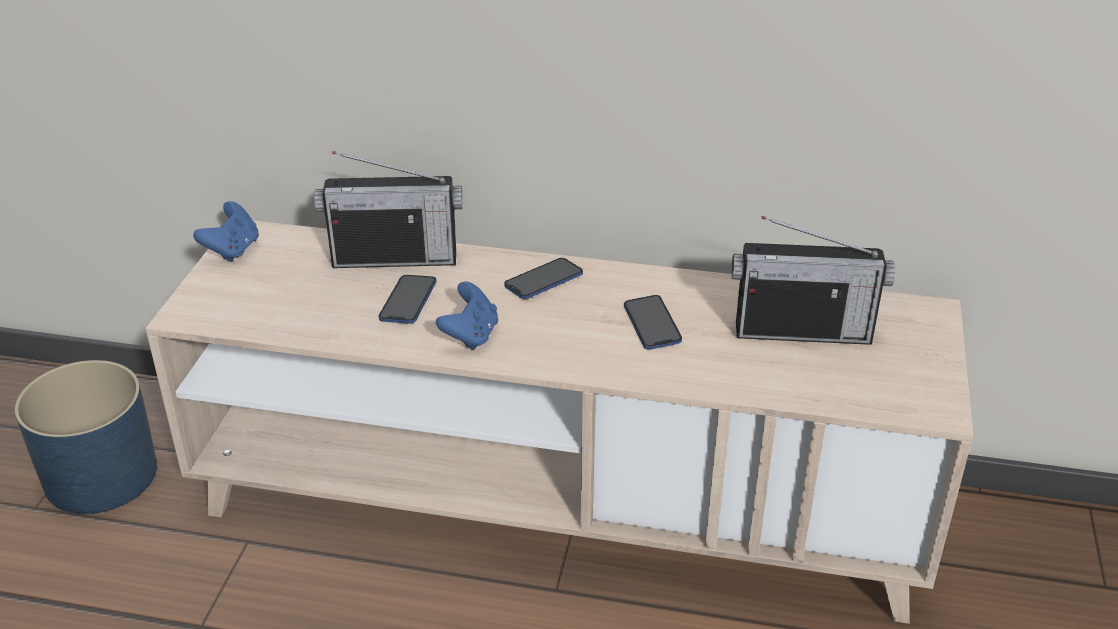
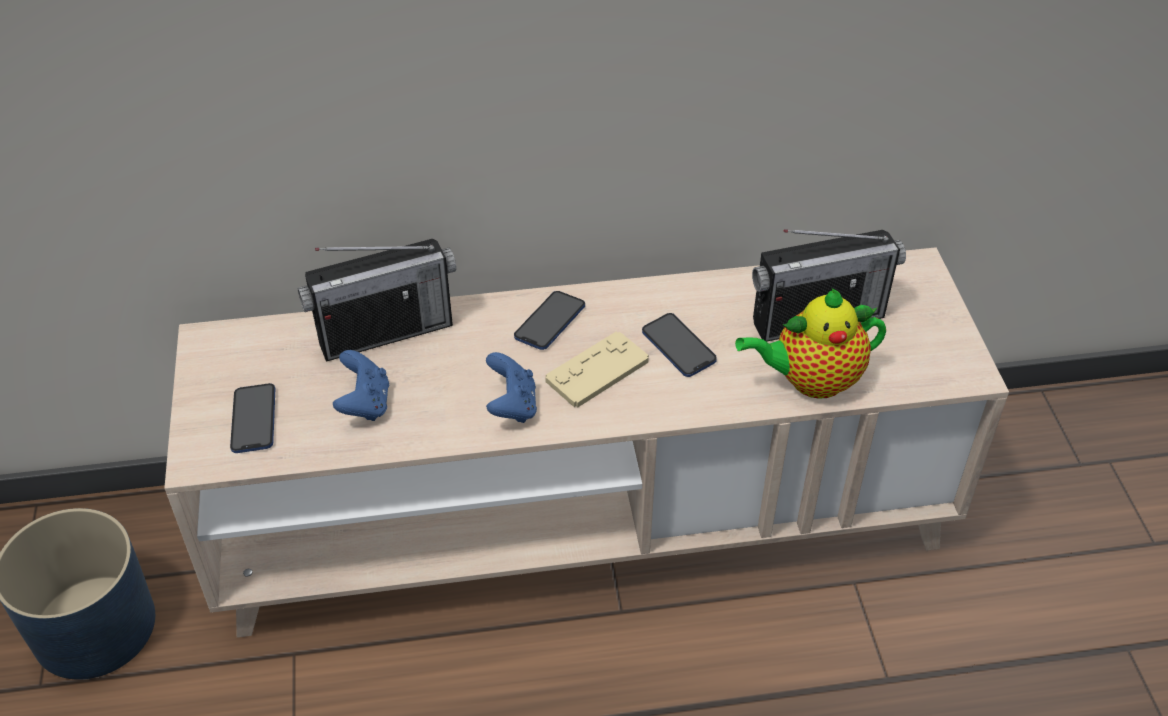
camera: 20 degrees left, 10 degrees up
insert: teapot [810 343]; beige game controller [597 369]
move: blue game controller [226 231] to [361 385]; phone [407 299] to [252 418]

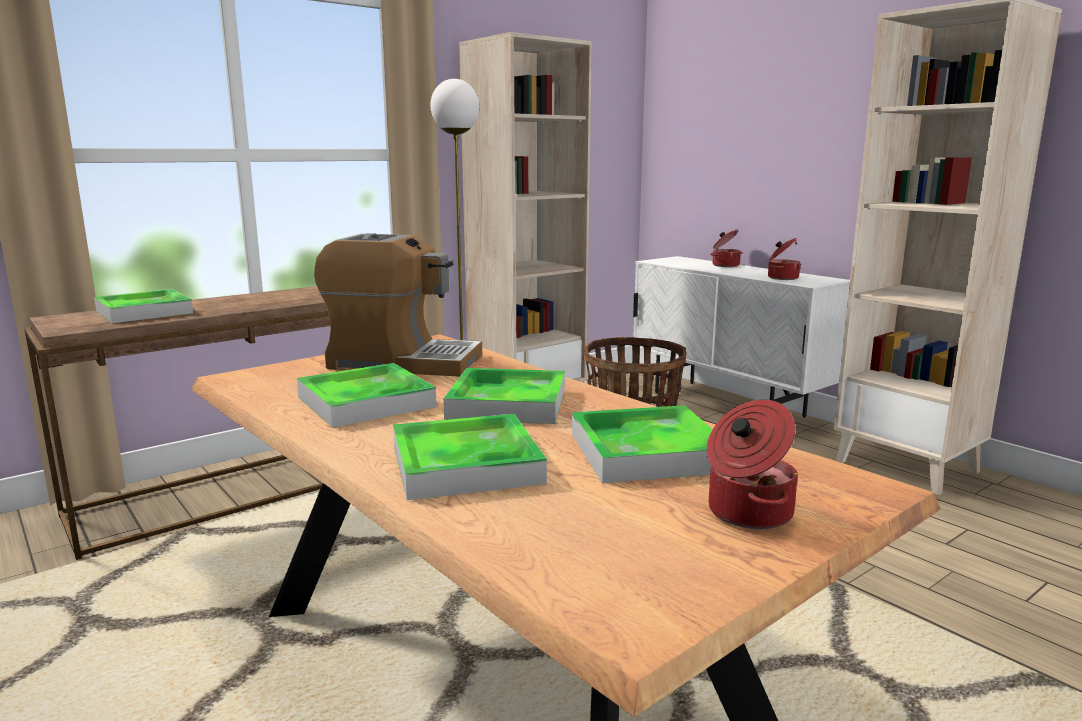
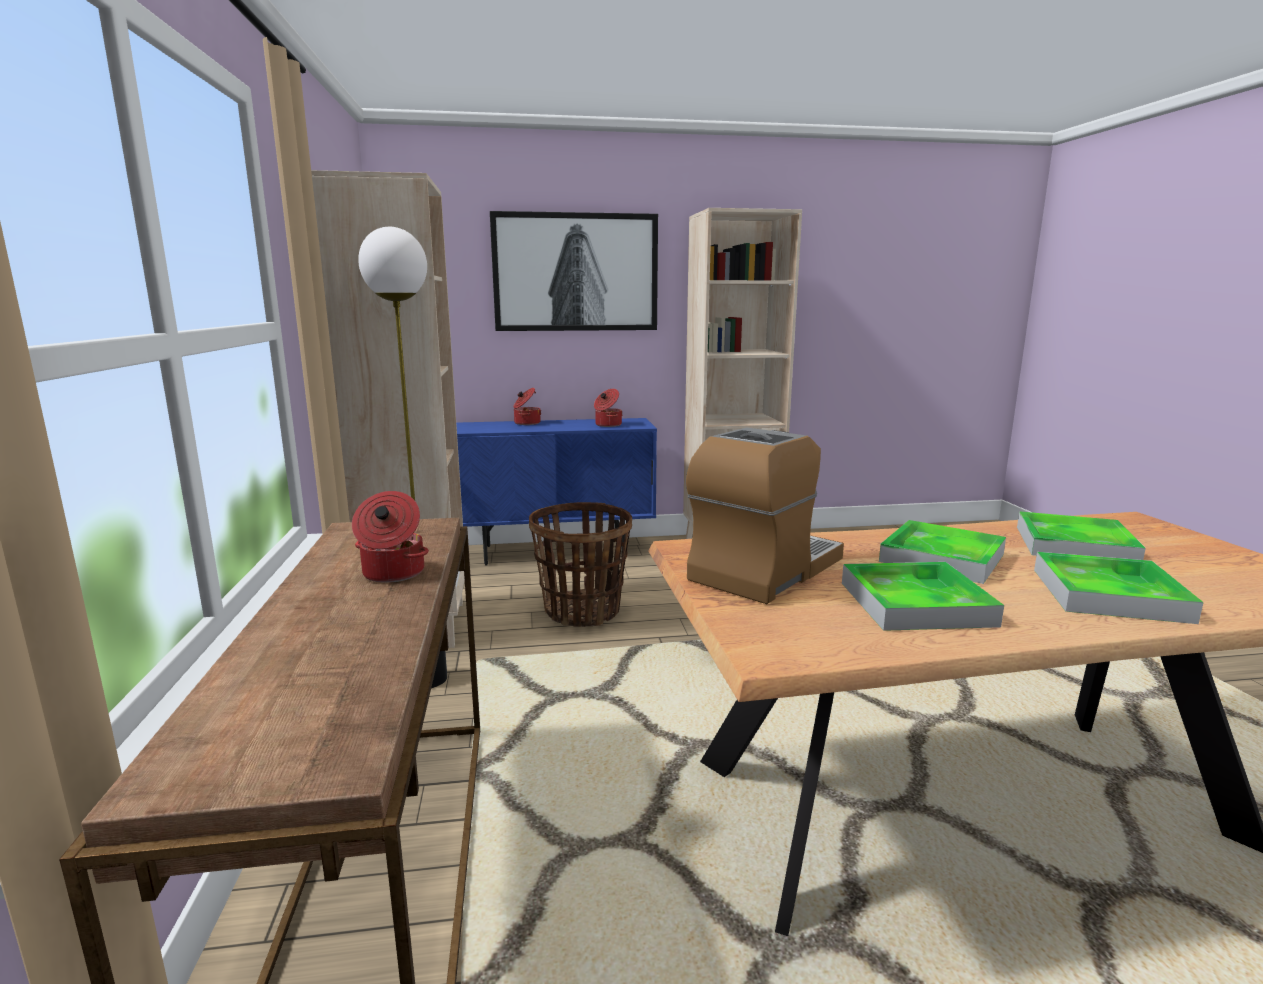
camera: 60 degrees left, 0 degrees up
delete: tray [143 306]
insert: picture [574 271]
move: cooking pot [752 464] to [390 537]
recolor: white cabinet [741 337] to blue cabinet [556 492]

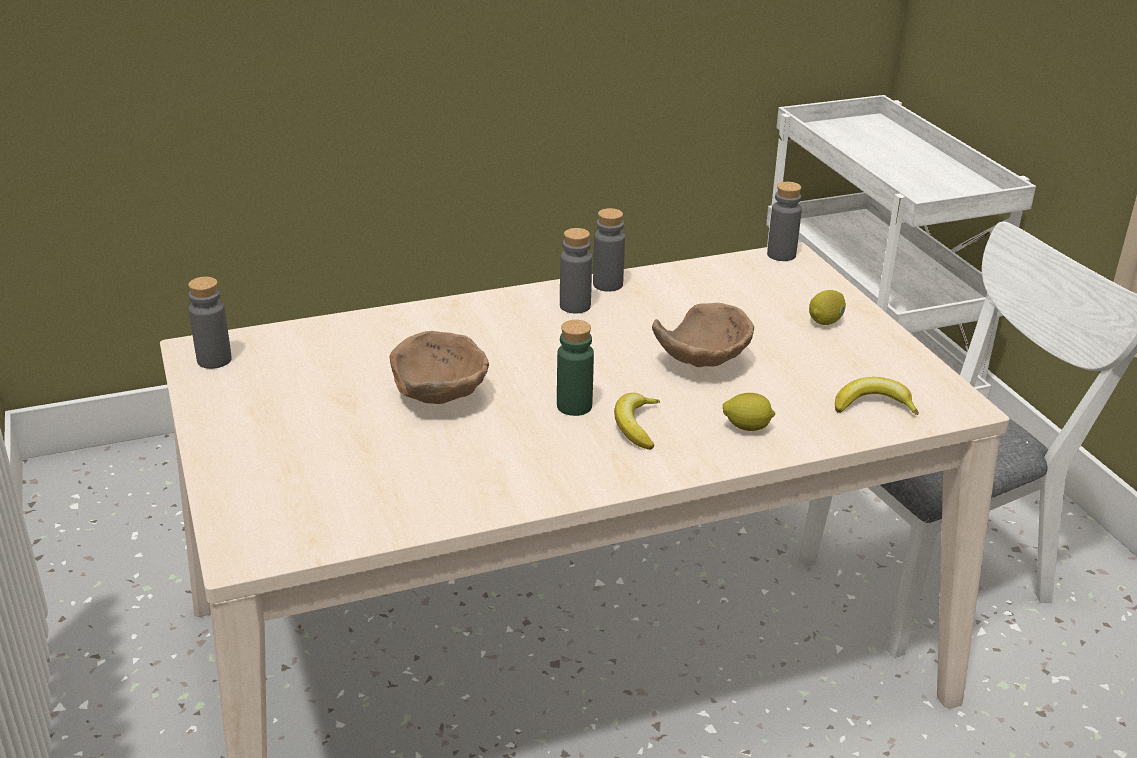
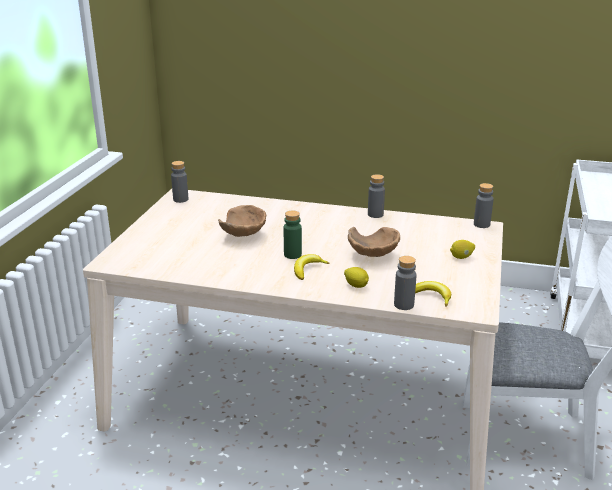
camera: 35 degrees right, 5 degrees down
move: grey bottle [576 271] to [405 283]

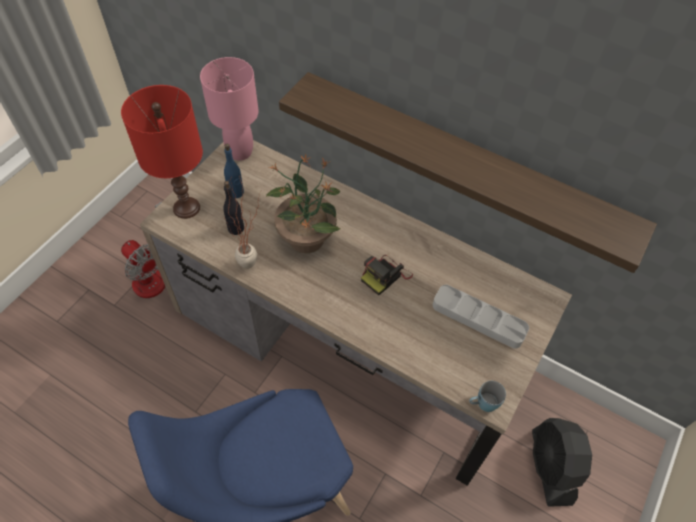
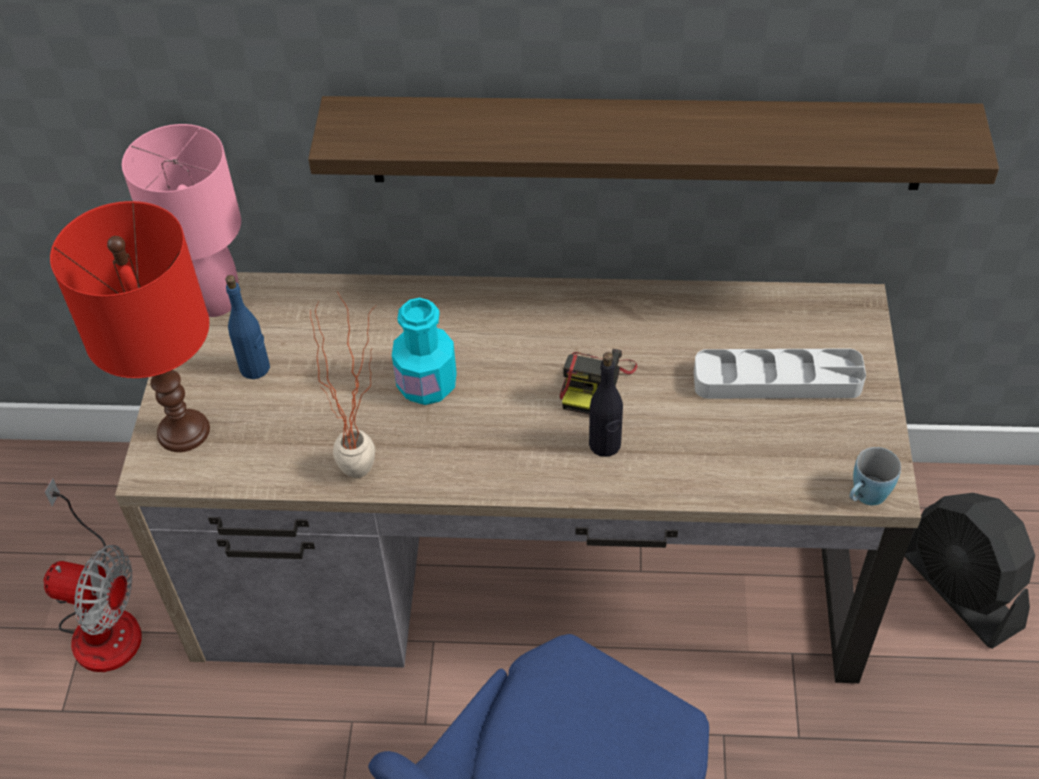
camera: 25 degrees left, 5 degrees down
move: black bottle [233 208] to [606 404]
replace: potted plant [303 203] to turquoise bottle [424 351]

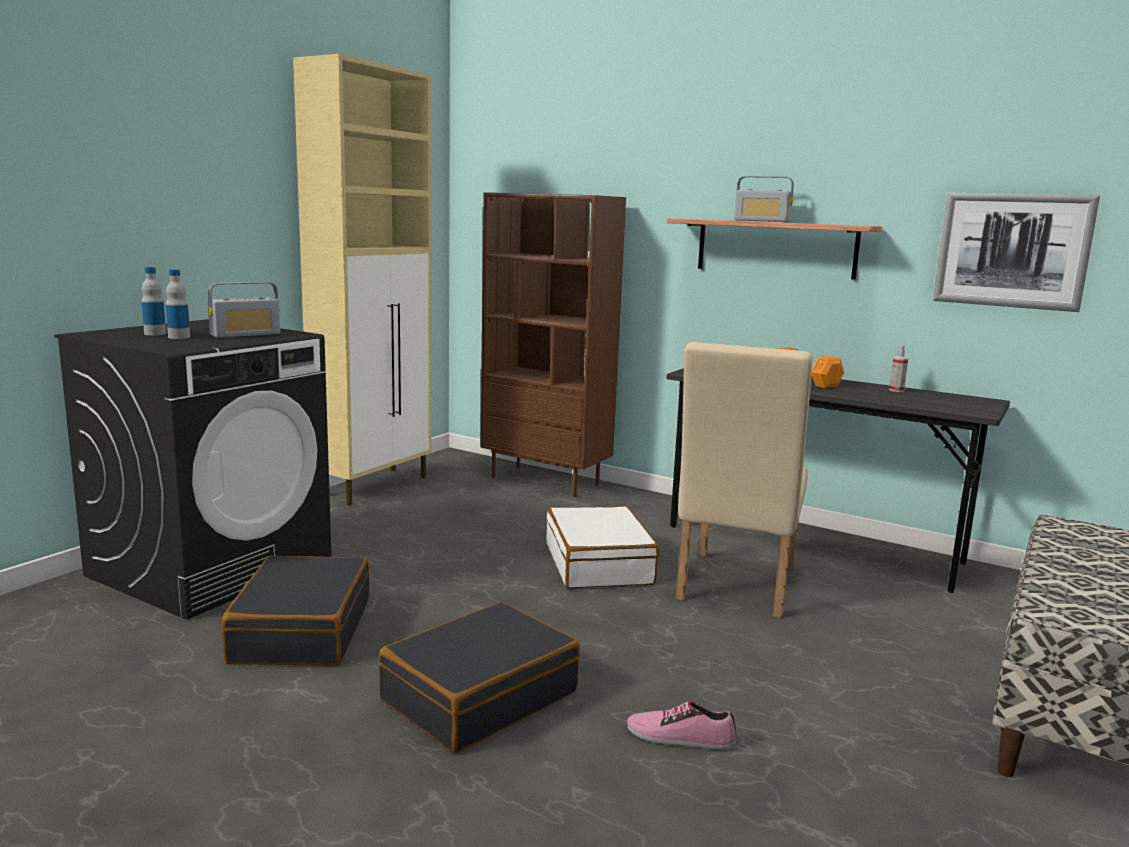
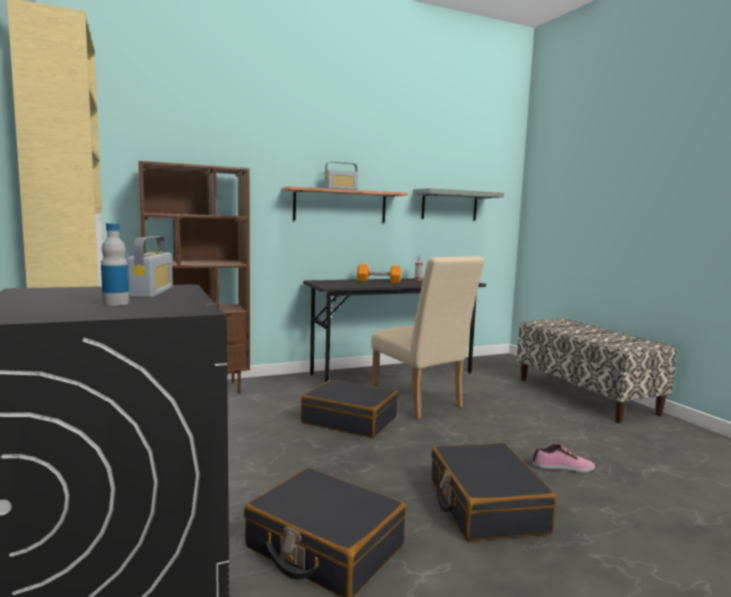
camera: 55 degrees left, 5 degrees down
delete: bottle [154 301]
replace: picture [1016 252] to grey shelf [458 204]
recolor: white suitcase [603 547] to black suitcase [349 409]
rotate: shoe [681 725] = [564 458] 135 degrees counterclockwise

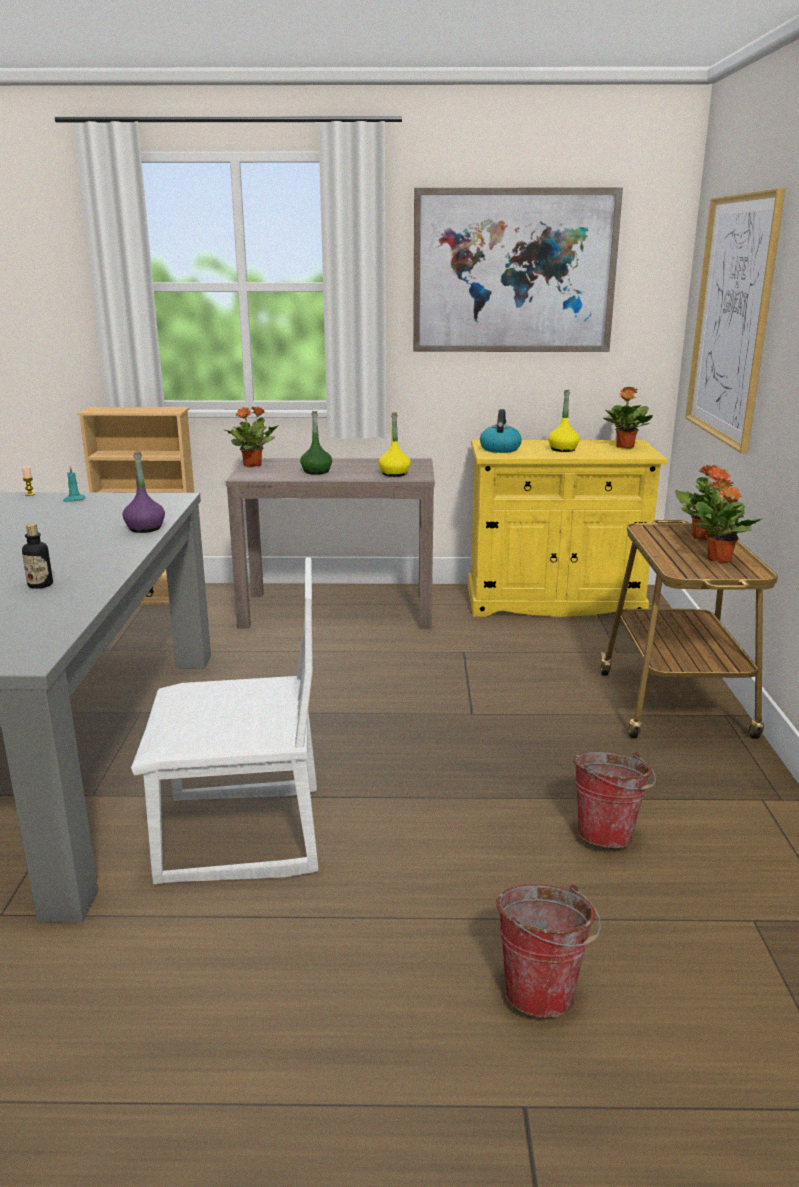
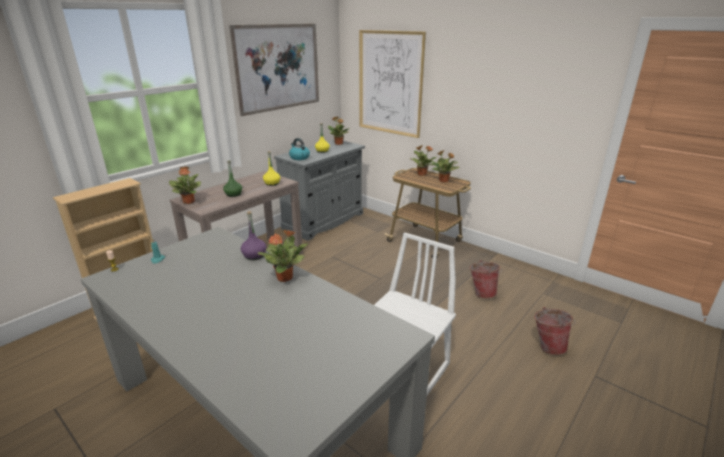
camera: 50 degrees left, 5 degrees up
delete: bottle [37 556]
insert: potted plant [283 255]
recolor: yellow cabinet [567 528] to grey cabinet [319 190]

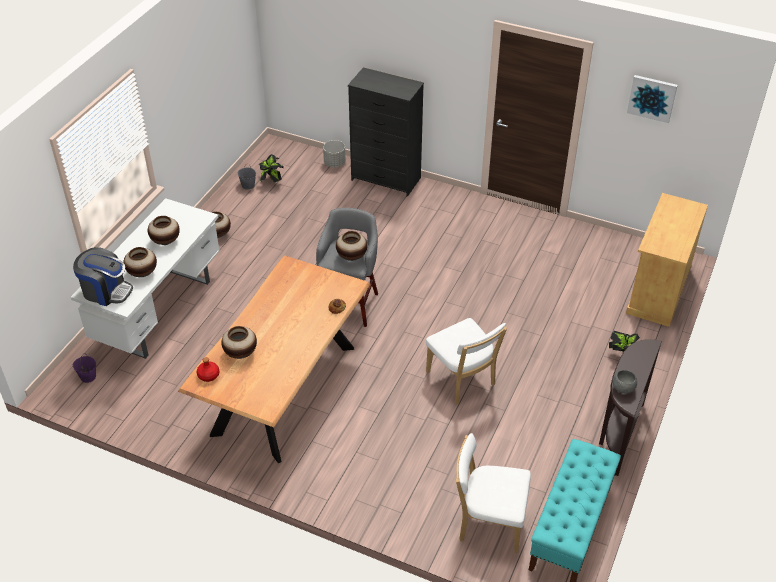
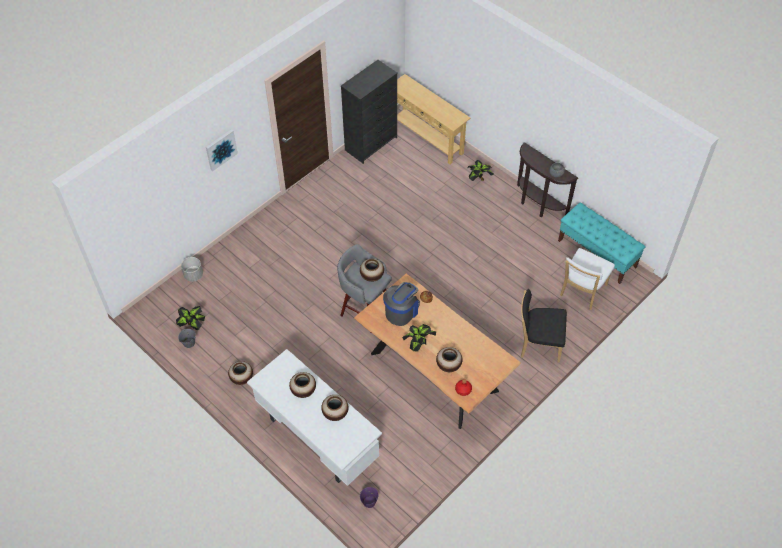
camera: 70 degrees left, 10 degrees up
delete: white chair [466 361]
insert: black chair [544 326]; potted plant [419 338]
move: black dresser [386 132] to [369 112]; picture [652 99] to [222 150]; coffee machine [103 276] to [401 304]
replace: beige cabinet [667 260] to beige console table [434 119]

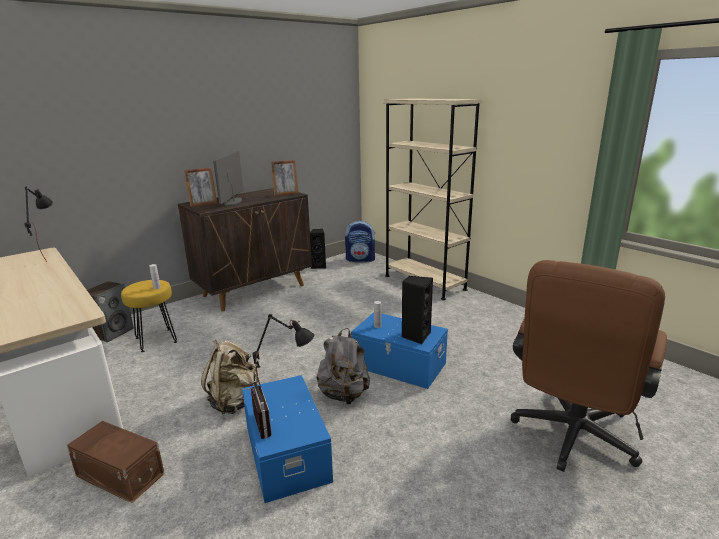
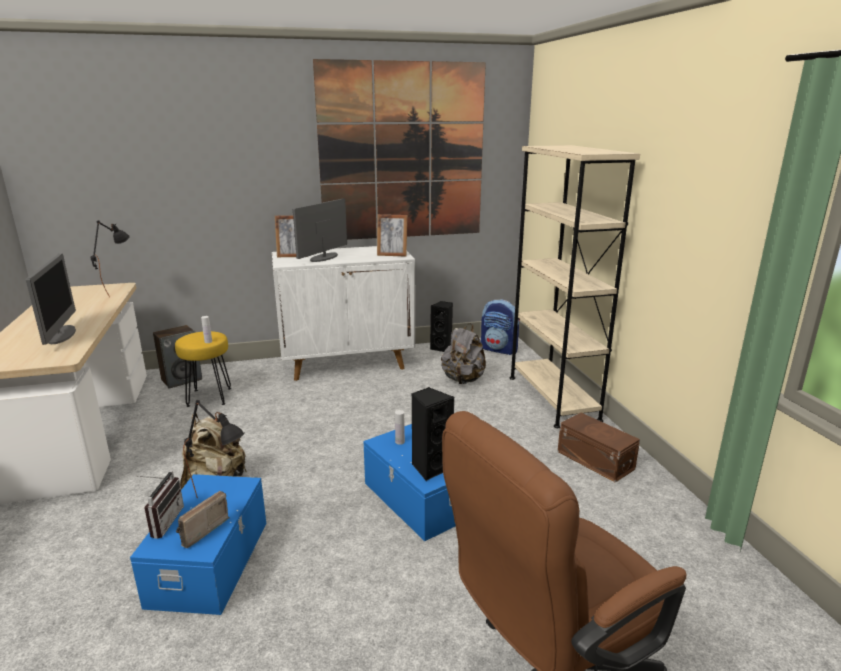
camera: 25 degrees right, 0 degrees up
insert: picture [399 149]; monitor [51 299]; radio [203 519]
move: grey backpack [343 366] to [463 353]; brown storage box [116 462] to [598 448]
recolor: brown cabinet [245 249] to white cabinet [343 313]

